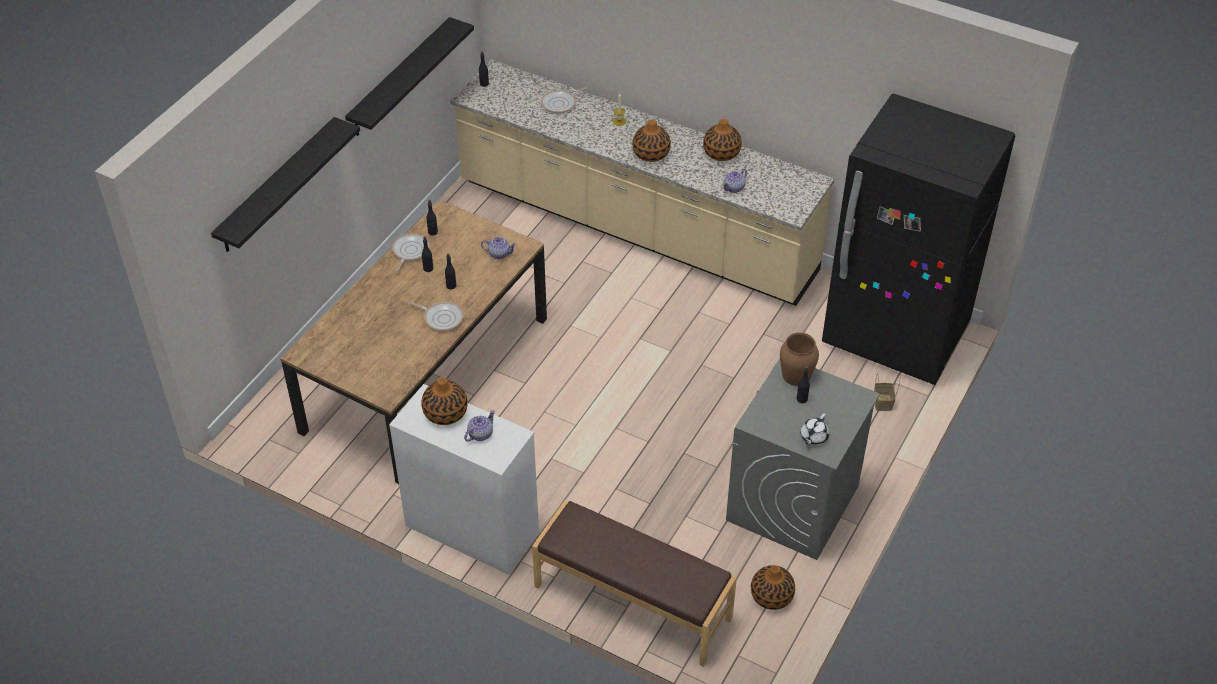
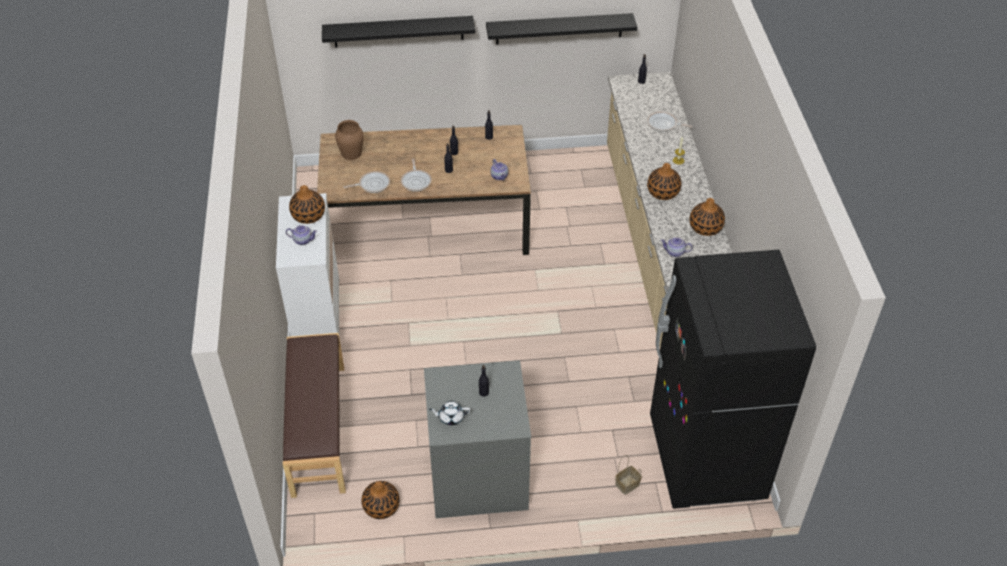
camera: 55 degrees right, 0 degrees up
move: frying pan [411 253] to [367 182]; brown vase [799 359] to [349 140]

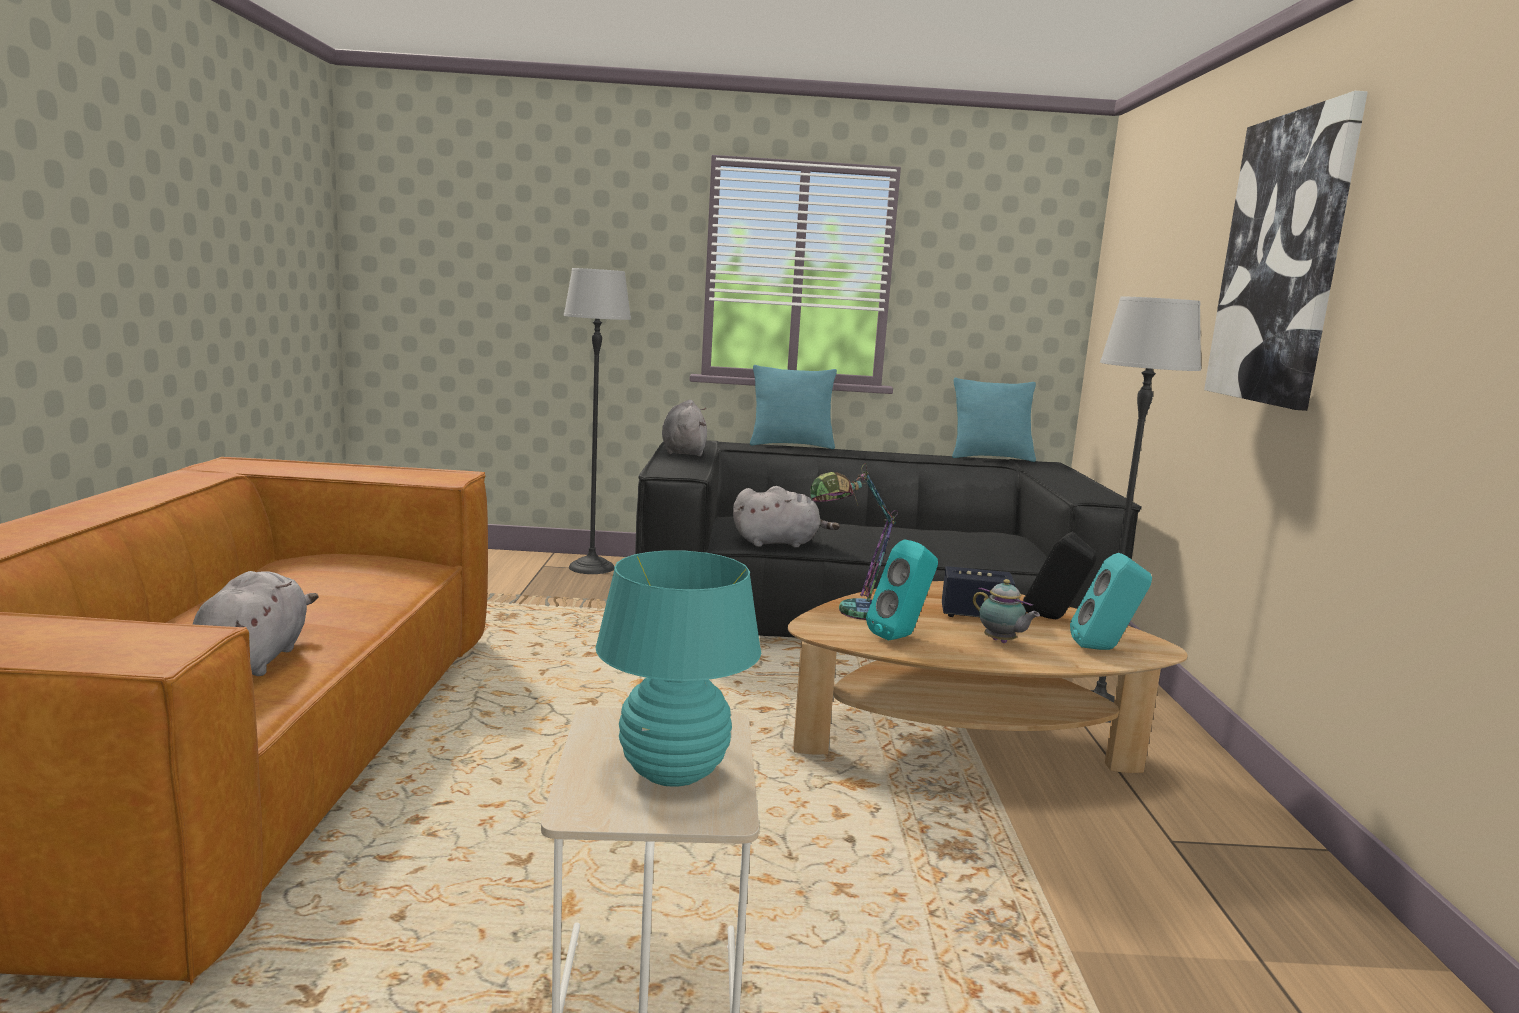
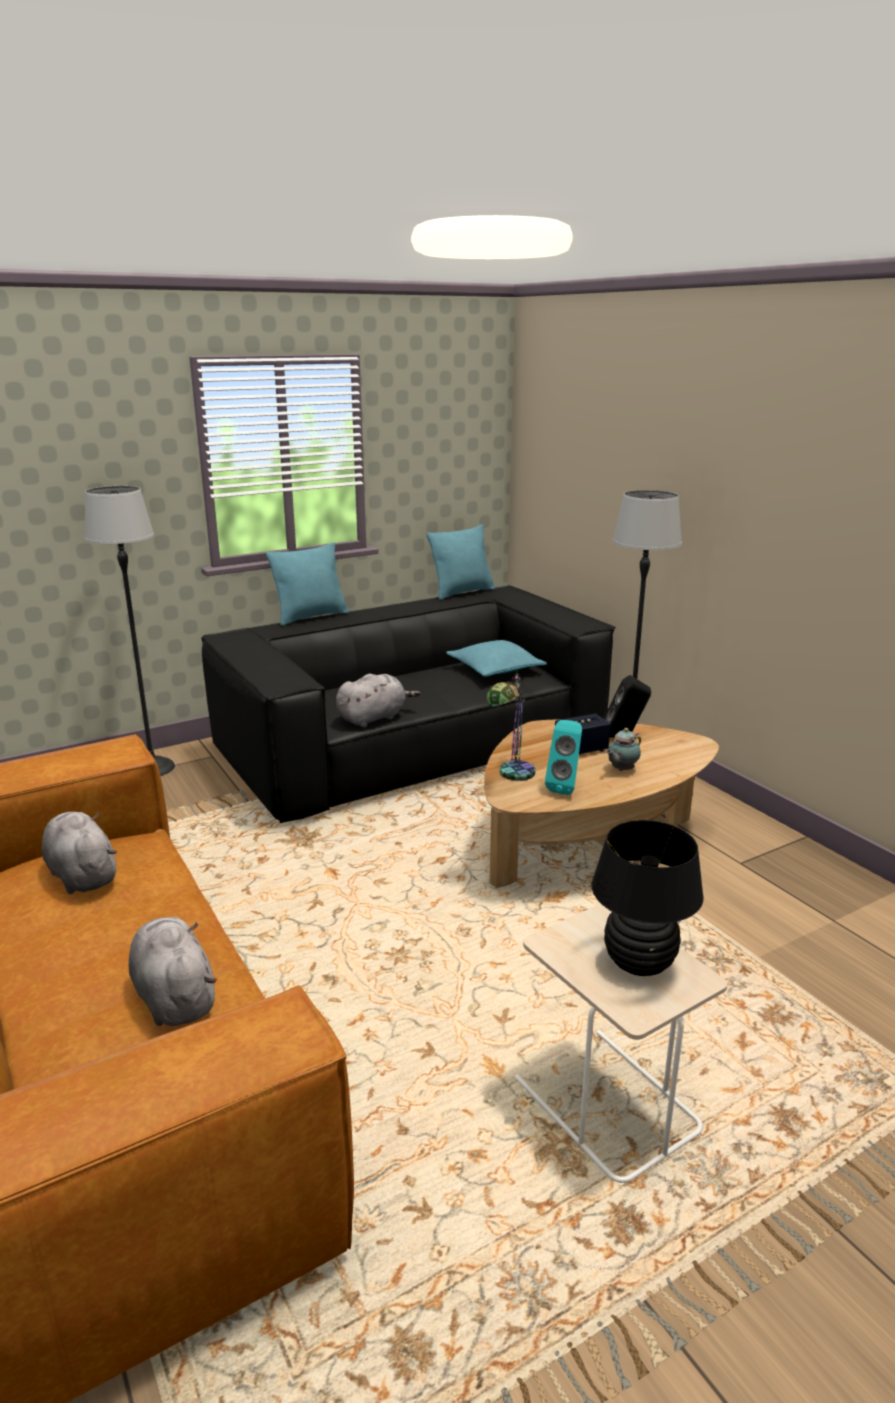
camera: 30 degrees left, 10 degrees up
delete: picture [1286 251]; turquoise speaker [1111 601]
insert: turquoise pillow [496 658]
move: grey plush toy [684 428] to [79 853]
recolor: turquoise table lamp [678 669] to black table lamp [648 898]
rotate: teapot [1006 611] = [623 749] 120 degrees clockwise

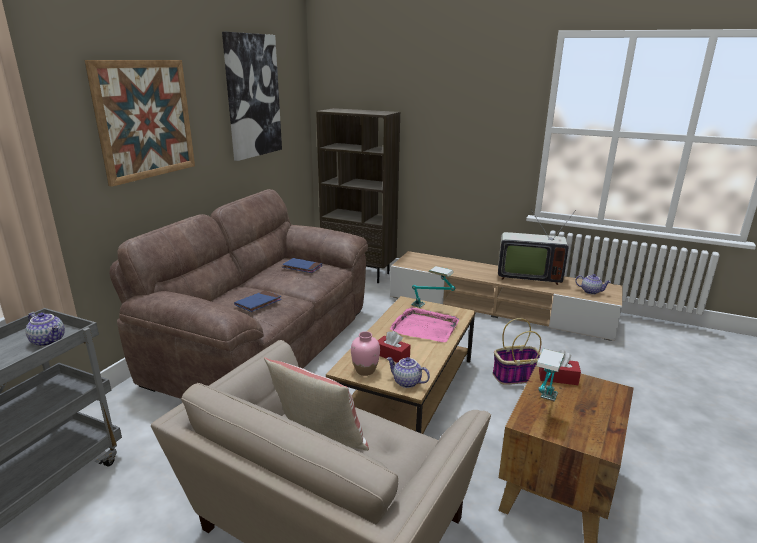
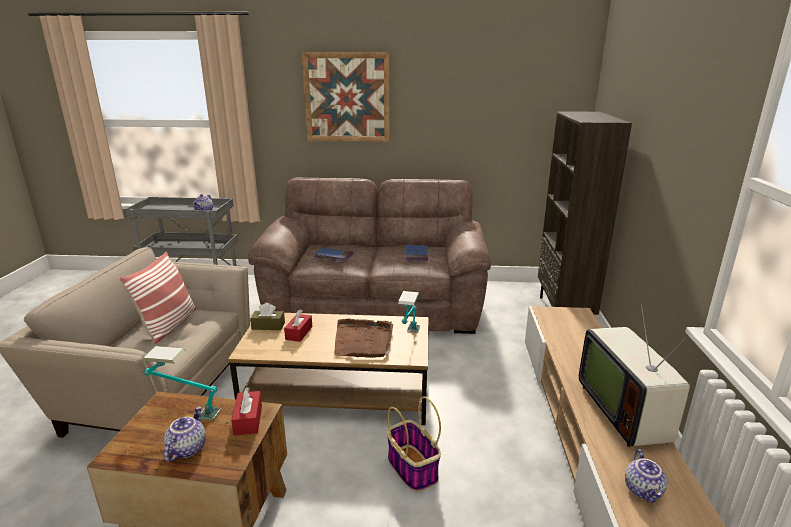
camera: 70 degrees right, 0 degrees up
delete: picture [252 96]
move: teapot [408 372] to [185 434]
replace: pink vase [365 353] to brown tissue box [267 316]
recolor: pink tray [424 324] to brown tray [363 338]

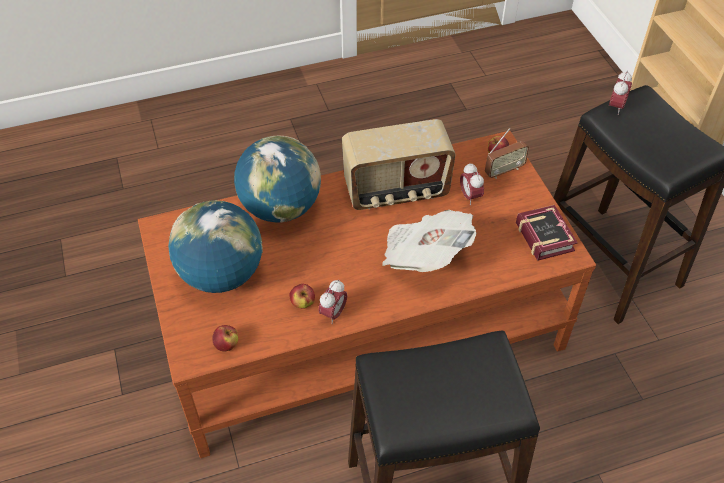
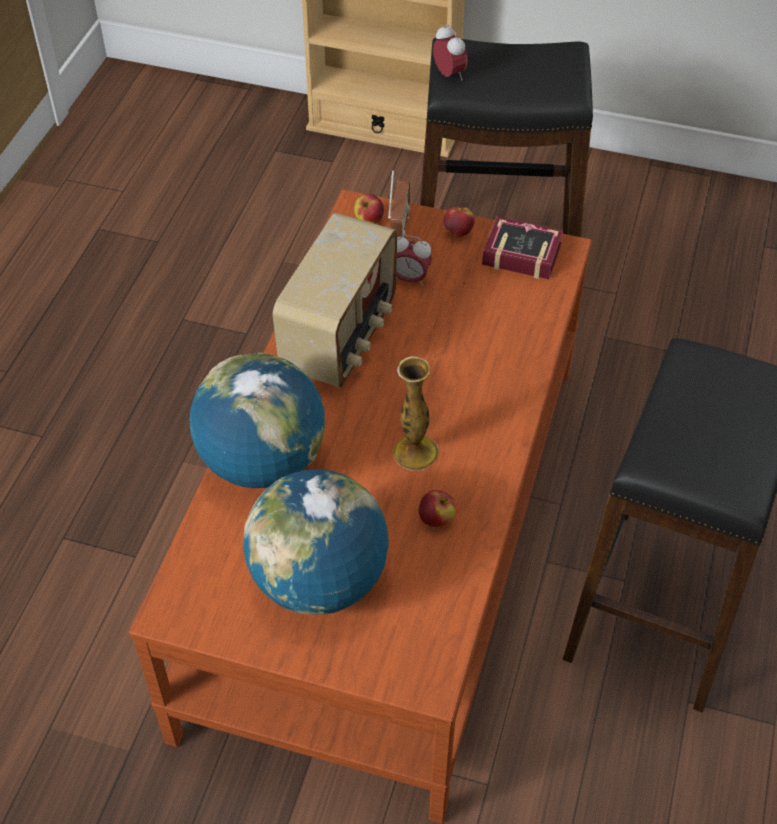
camera: 55 degrees left, 0 degrees up
delete: newspaper [429 241]; alarm clock [332 302]
insert: vase [416 413]
move: apple [225 338] to [459 221]

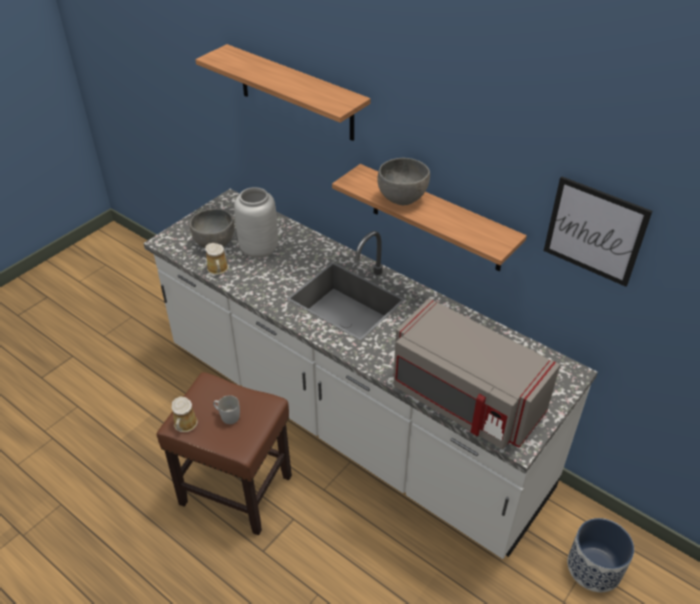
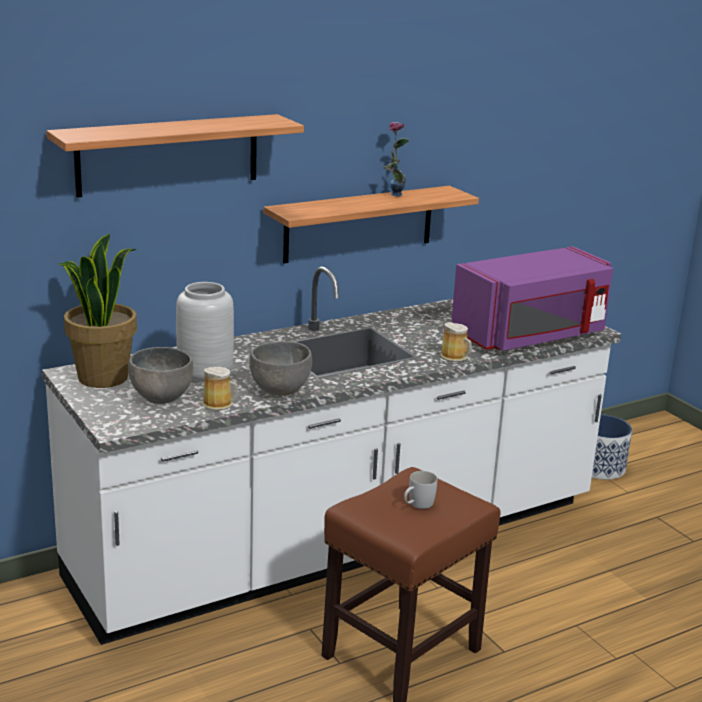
camera: 70 degrees left, 20 degrees down
delete: picture [598 231]
insert: vase [396 159]; potted plant [97 311]
move: grey bowl [403 181] to [280 368]; mug [185 414] to [456 342]
recolor: grey microwave [476 373] to purple microwave [532 298]

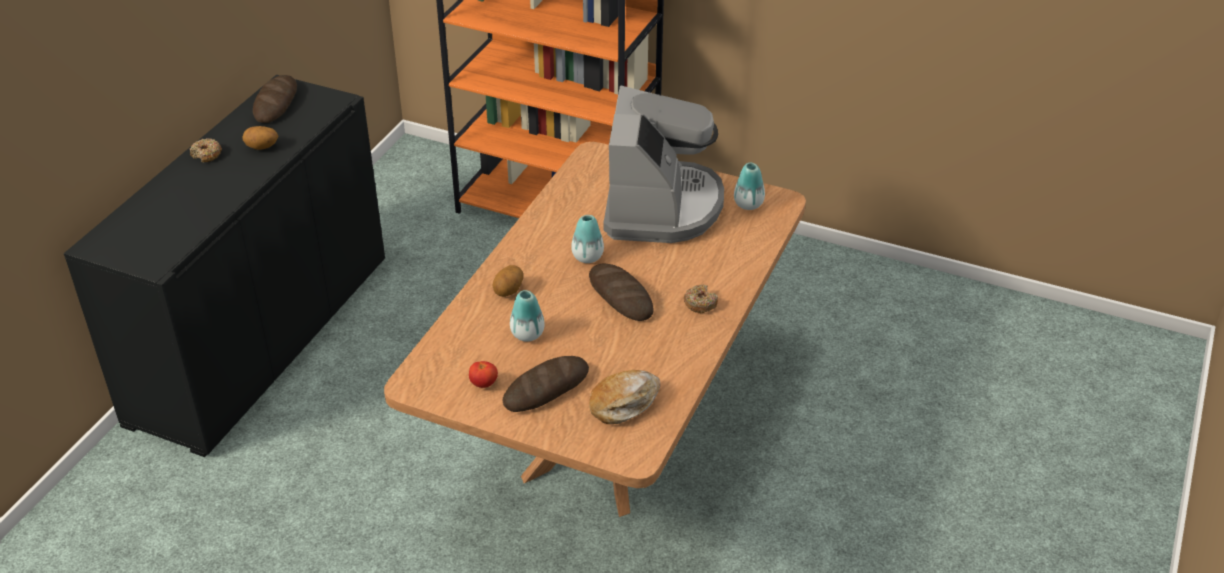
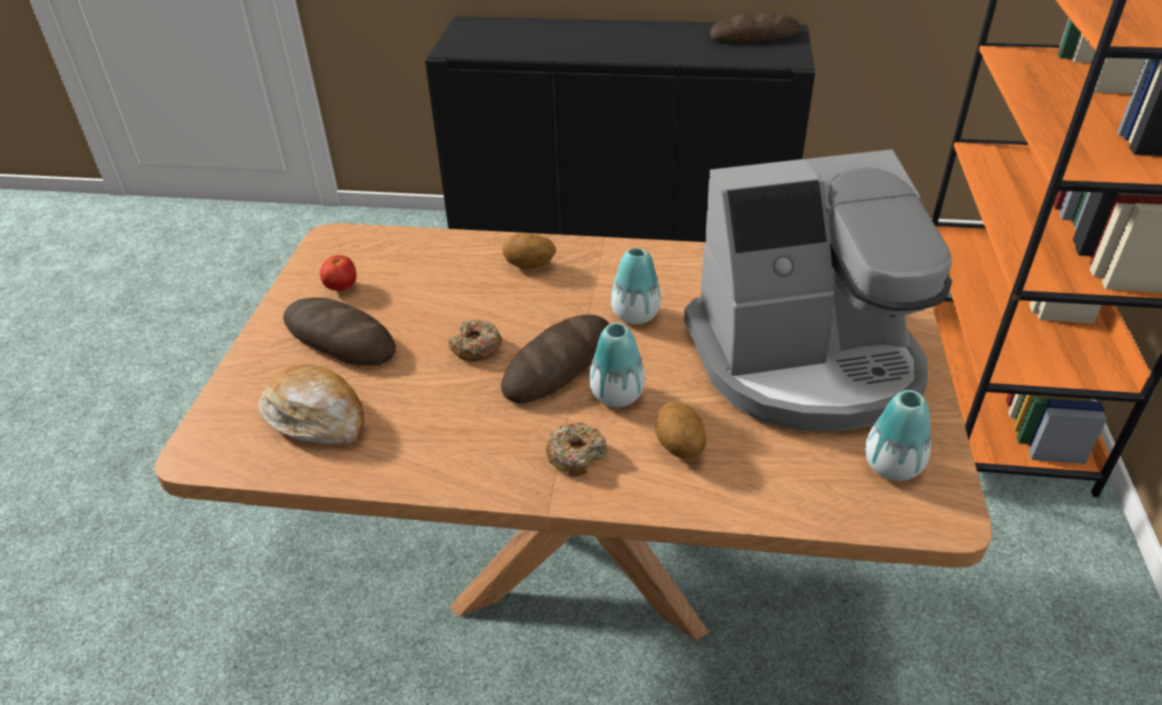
camera: 75 degrees right, 0 degrees up
move: potato [260 138] to [681 430]; donut [206 150] to [475 340]; vase [527 316] to [617 364]

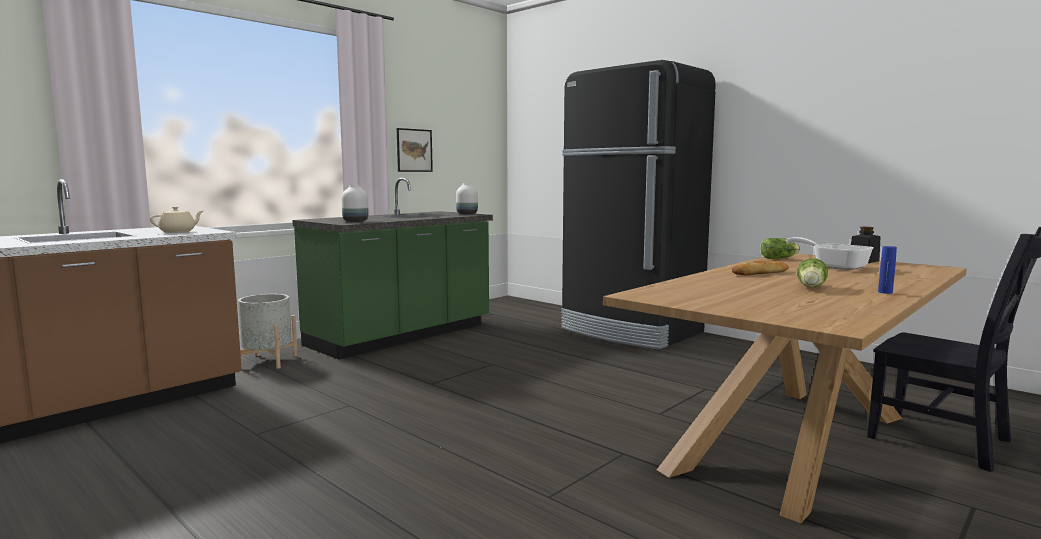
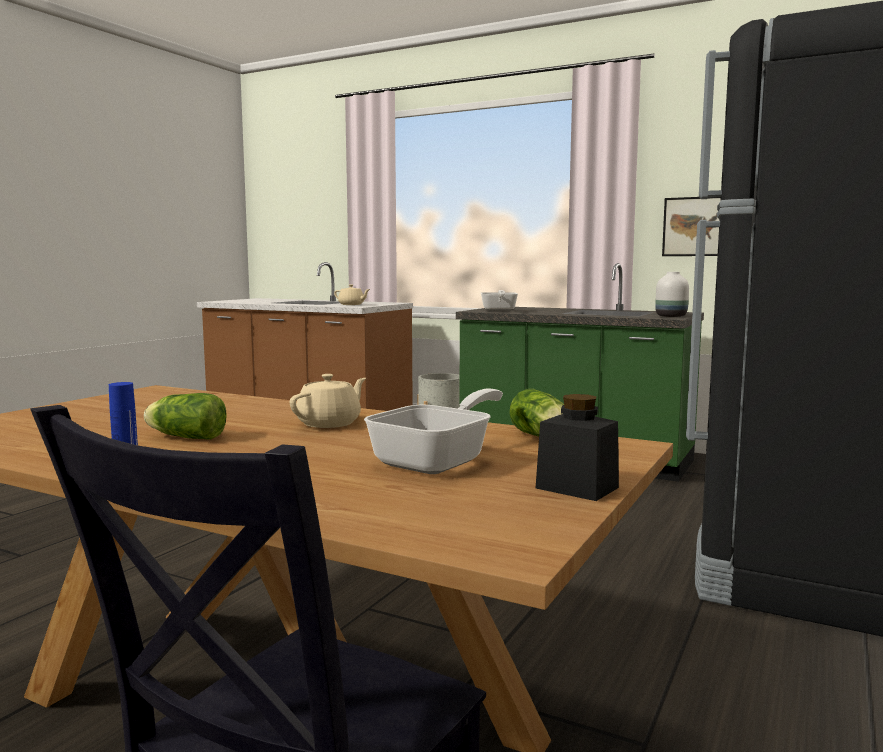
camera: 75 degrees right, 0 degrees up
replace: white vase [354 203] to frying pan [499 300]; bread [760 267] to beige teapot [328 401]

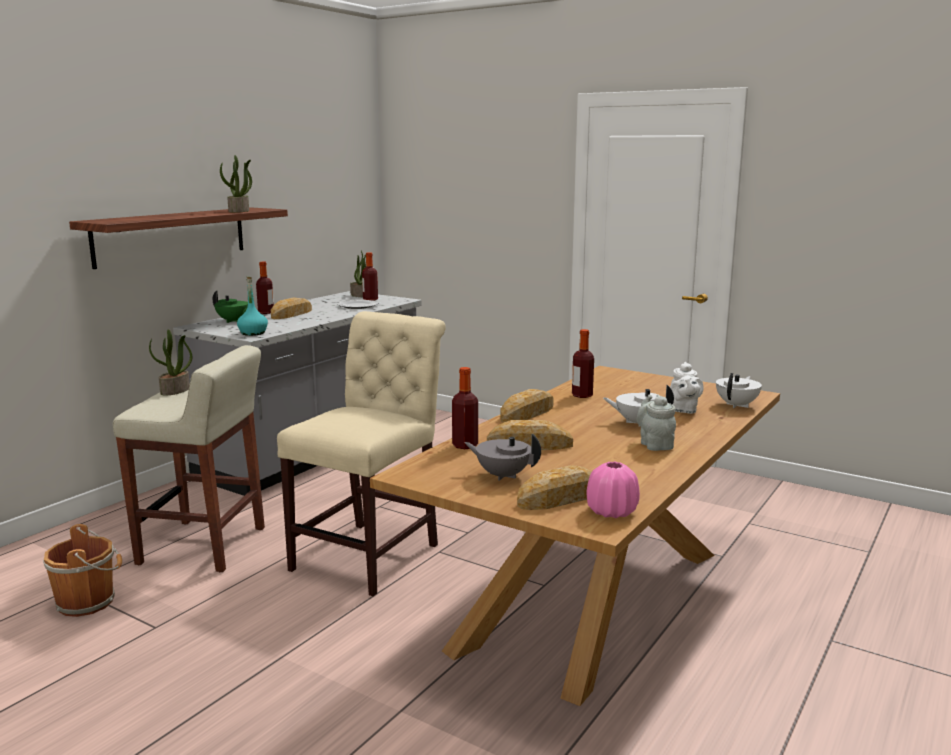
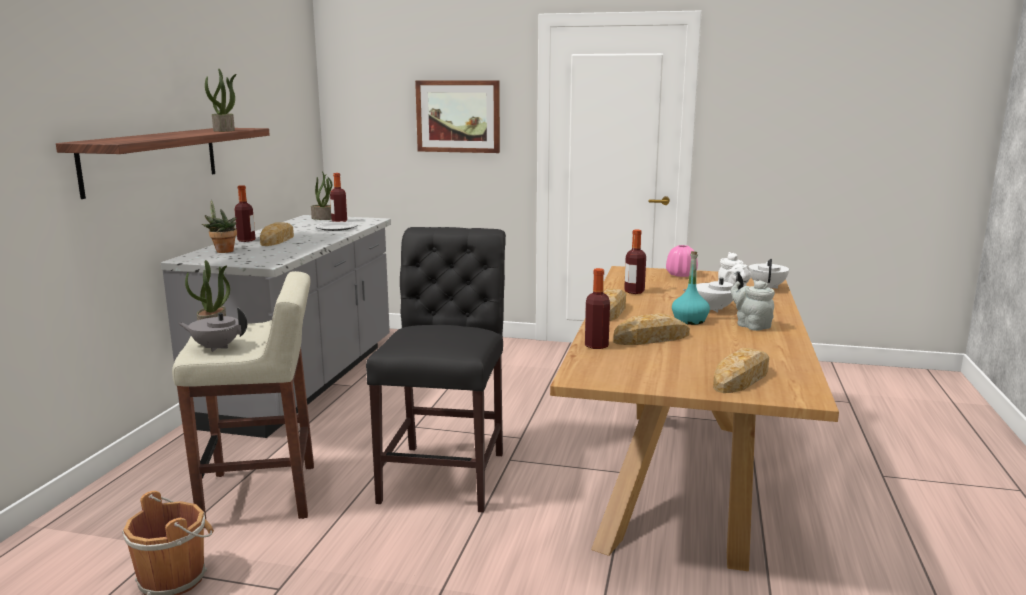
camera: 20 degrees left, 0 degrees up
insert: picture [457 116]
move: turquoise bottle [252 306] to [691 288]; grey teapot [502 457] to [212 330]; pink vase [613 490] to [682 261]
replace: green teapot [230 307] to potted plant [219 226]
recolor: beige chair [361 453] to black chair [436 369]

